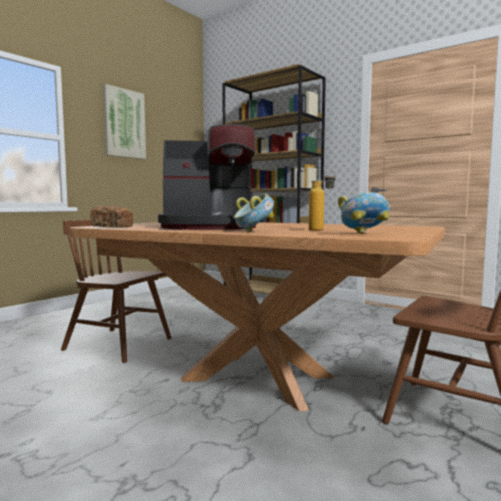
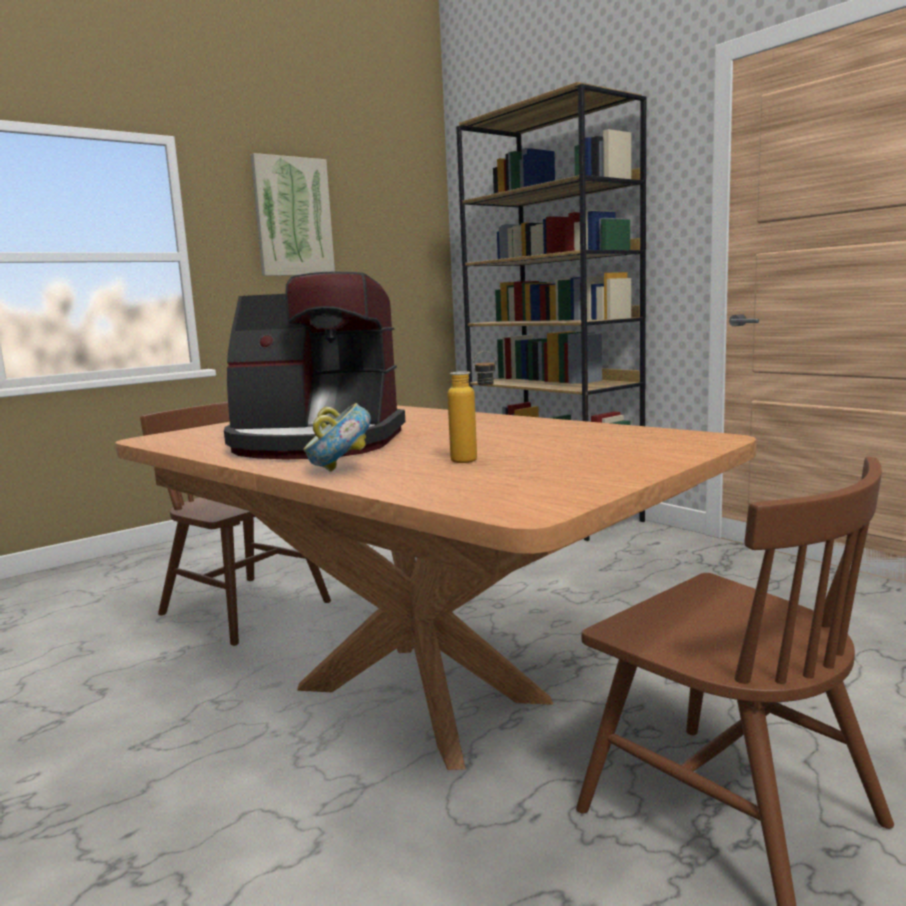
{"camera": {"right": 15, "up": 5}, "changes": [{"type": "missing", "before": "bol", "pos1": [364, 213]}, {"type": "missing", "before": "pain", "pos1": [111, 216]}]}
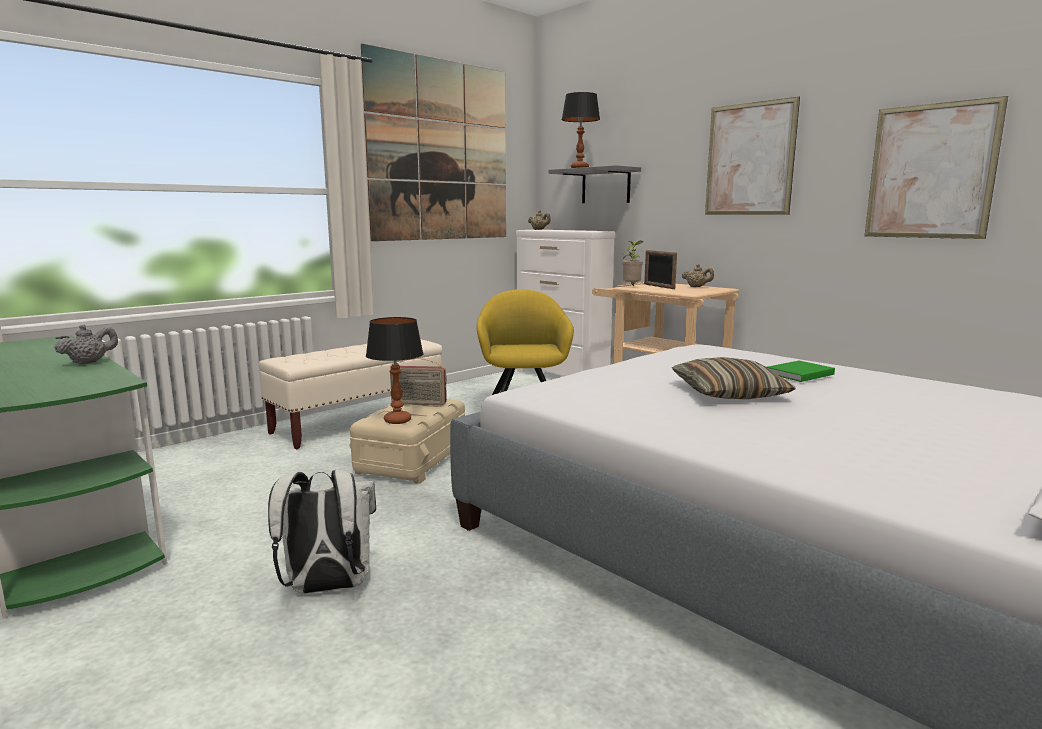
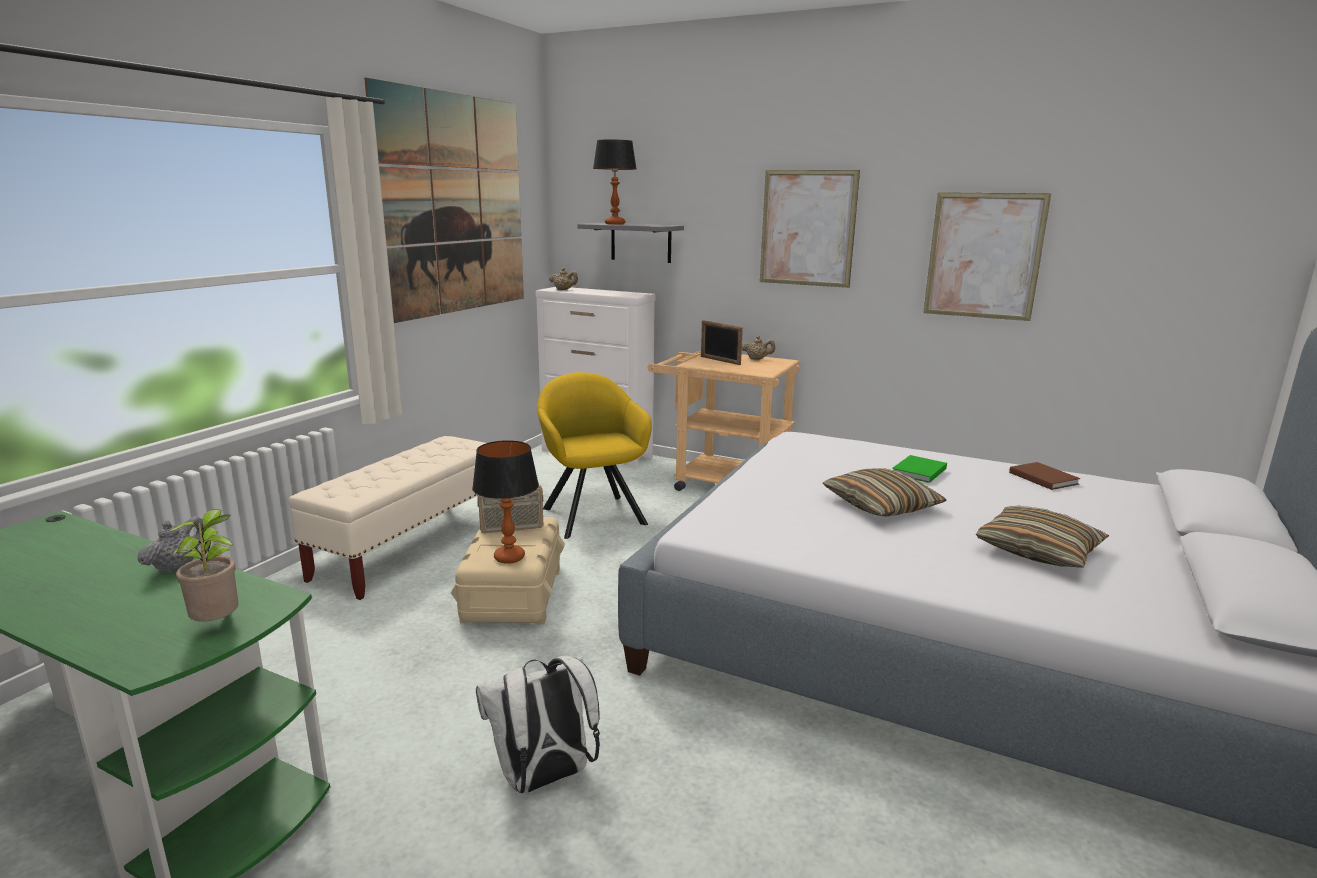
{"camera": {"right": -20, "up": 5}, "changes": [{"type": "relocated", "before": "plante en pot", "pos1": [633, 263], "pos2": [203, 565]}, {"type": "appeared", "after": "livre [marron]", "pos2": [1044, 476]}, {"type": "appeared", "after": "coussin", "pos2": [1042, 537]}]}
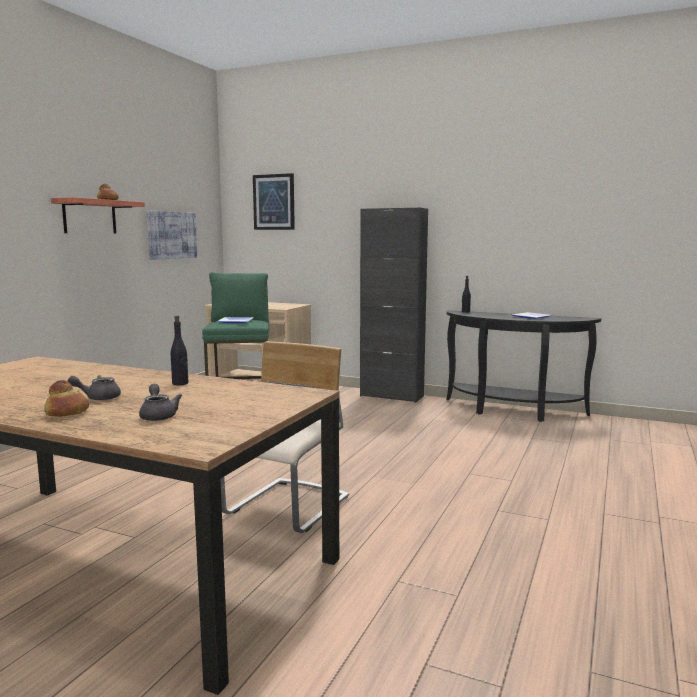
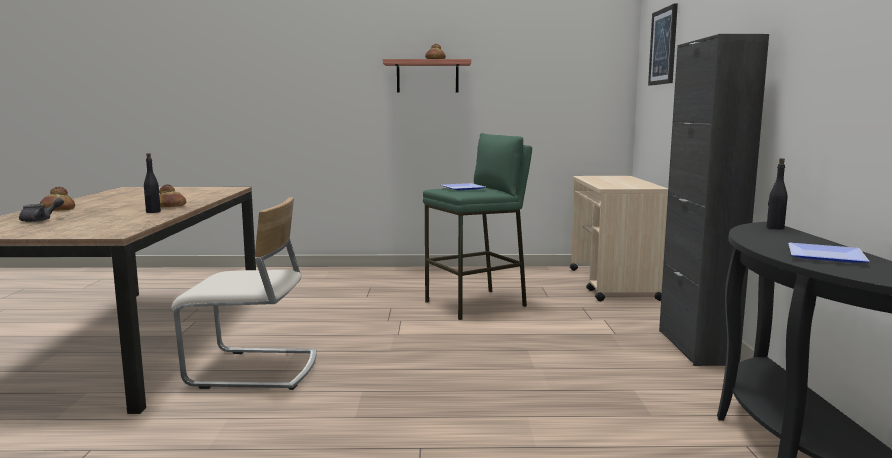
{"camera": {"right": 65, "up": 0}, "changes": [{"type": "missing", "before": "tableau", "pos1": [172, 235]}, {"type": "missing", "before": "théière [gris]", "pos1": [94, 387]}, {"type": "appeared", "after": "pain", "pos2": [172, 195]}]}
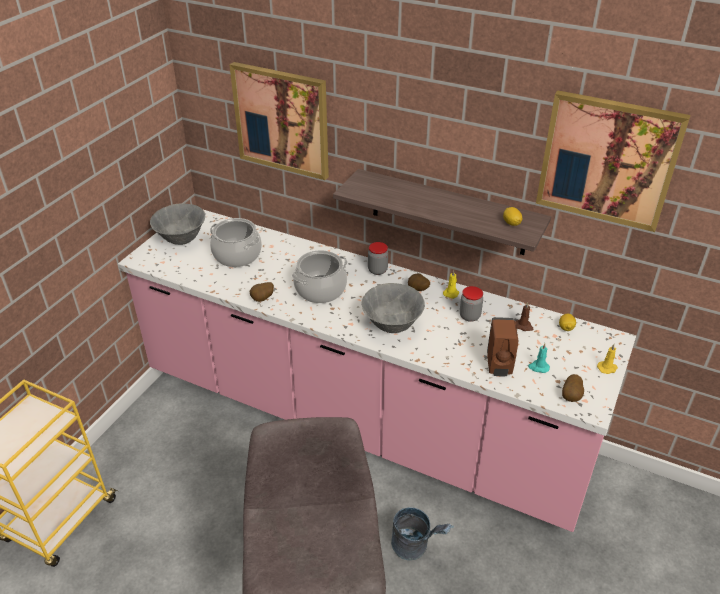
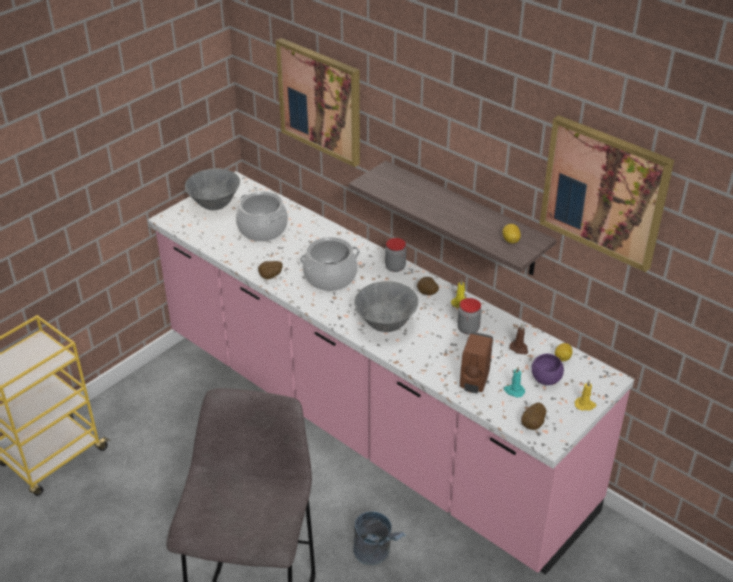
{"camera": {"right": 15, "up": 0}, "changes": [{"type": "appeared", "after": "bol [violet]", "pos2": [547, 369]}]}
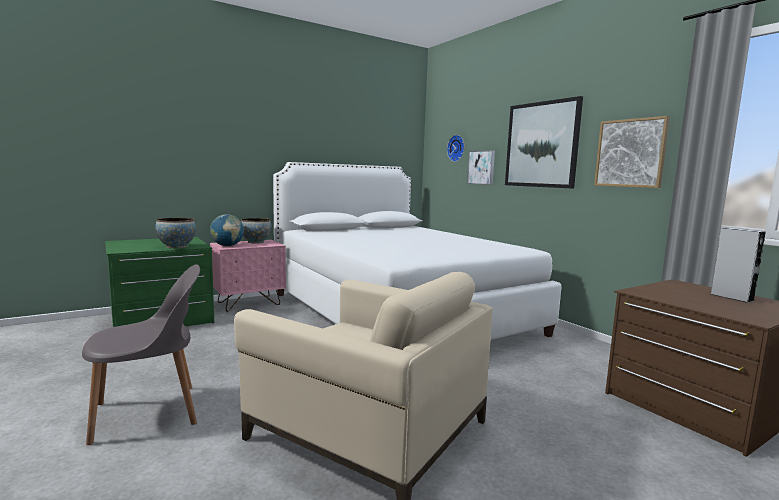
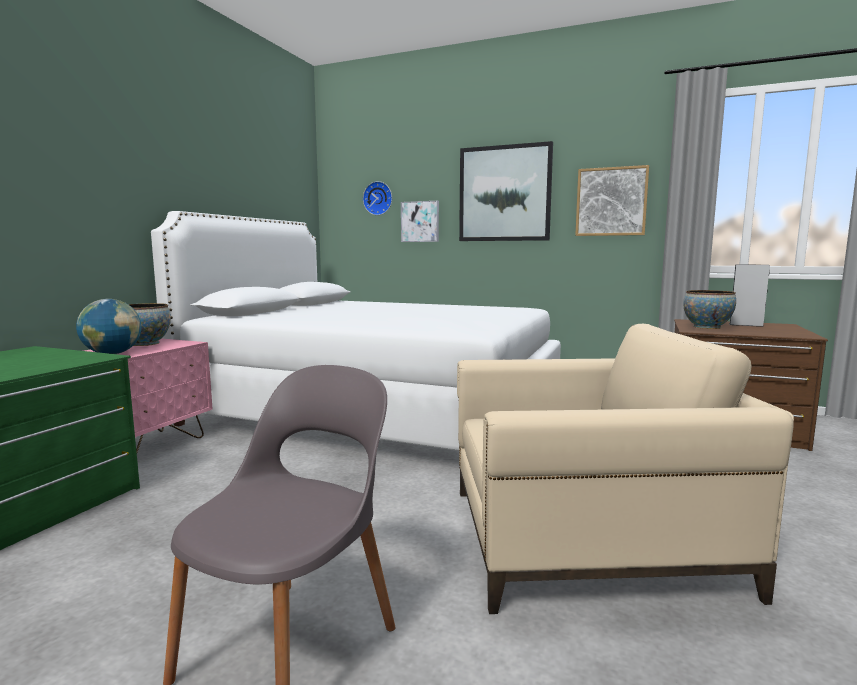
{"camera": {"right": -35, "up": 0}, "changes": [{"type": "relocated", "before": "bol", "pos1": [176, 233], "pos2": [709, 309]}]}
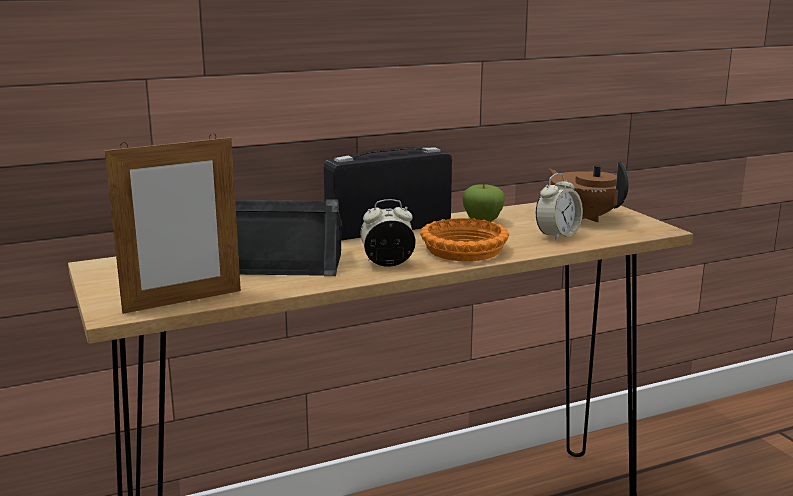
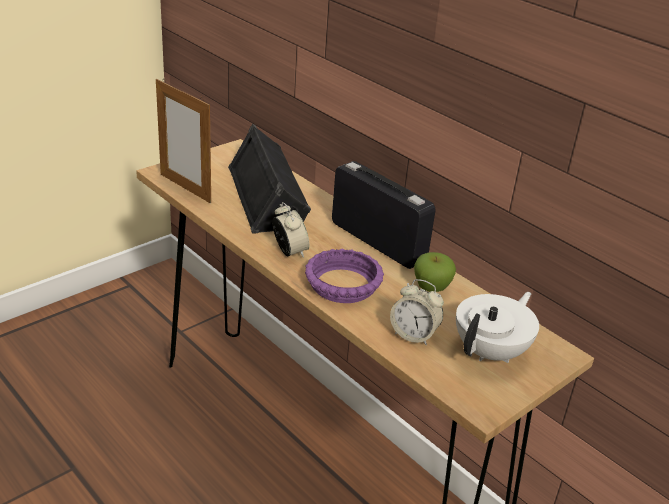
{"camera": {"right": 70, "up": 15}, "changes": [{"type": "colour", "before": "théière [marron]", "after": "théière [blanc]", "pos1": [589, 191], "pos2": [497, 327]}, {"type": "colour", "before": "bol [orange]", "after": "bol [violet]", "pos1": [464, 239], "pos2": [344, 276]}]}
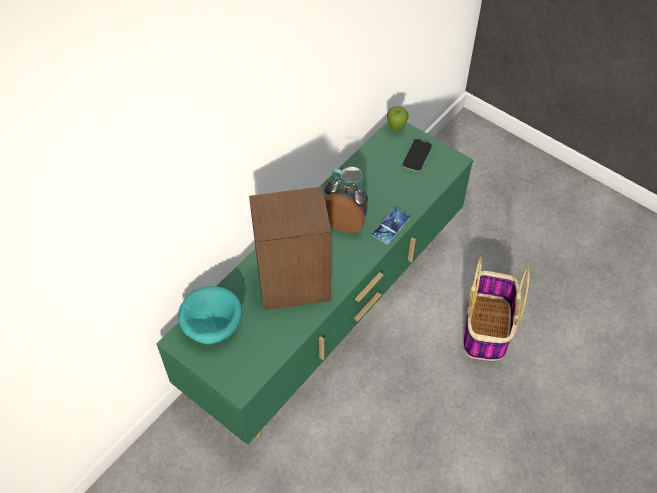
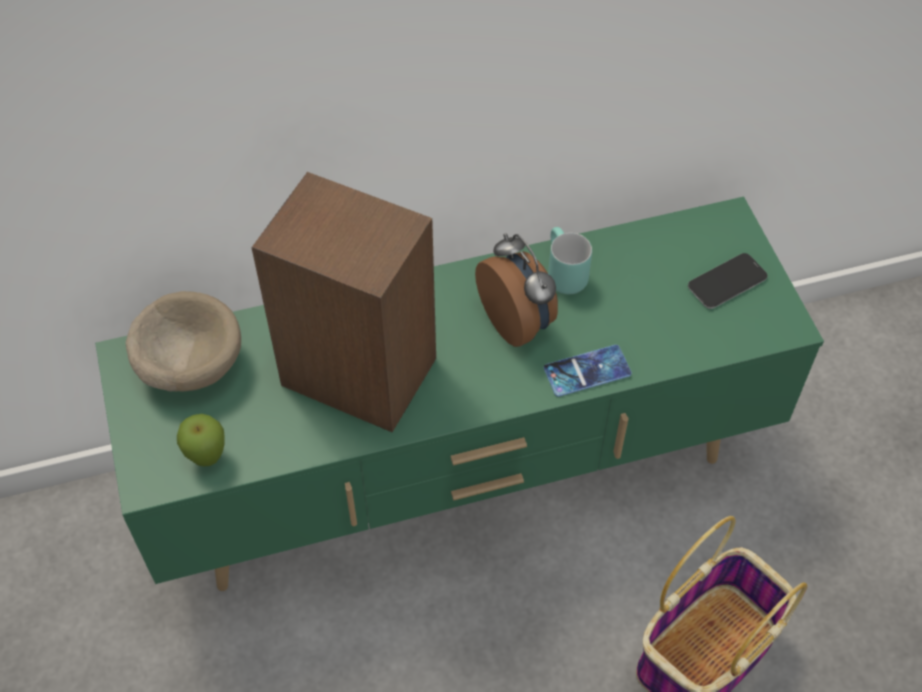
{"camera": {"right": 35, "up": 0}, "changes": [{"type": "relocated", "before": "pomme", "pos1": [398, 119], "pos2": [201, 440]}, {"type": "colour", "before": "bol [turquoise]", "after": "bol [beige]", "pos1": [210, 315], "pos2": [183, 341]}]}
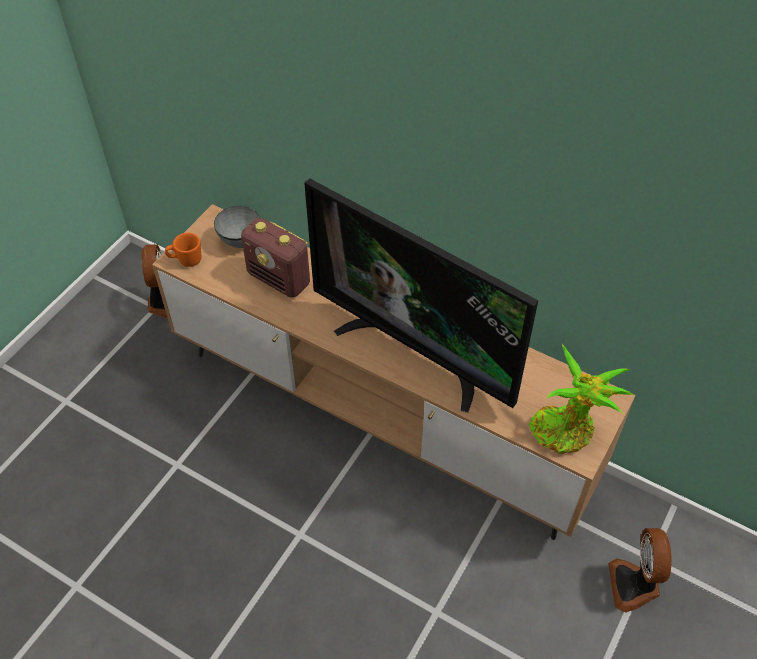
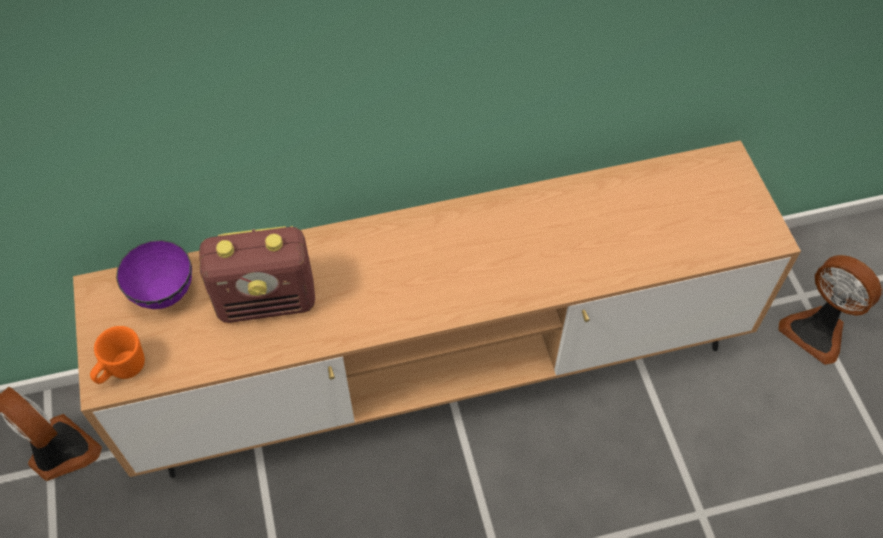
{"camera": {"right": -45, "up": 5}, "changes": [{"type": "missing", "before": "téléviseur", "pos1": [421, 295]}, {"type": "colour", "before": "bol [gris]", "after": "bol [violet]", "pos1": [237, 227], "pos2": [154, 274]}, {"type": "missing", "before": "plante en pot", "pos1": [581, 399]}]}
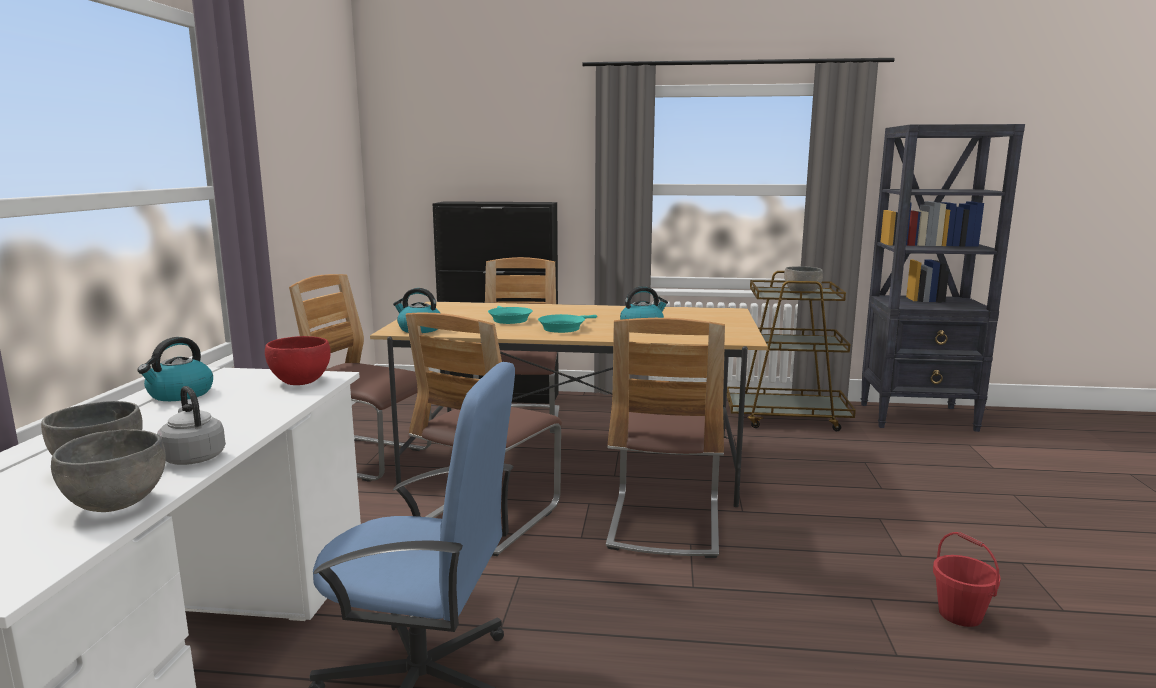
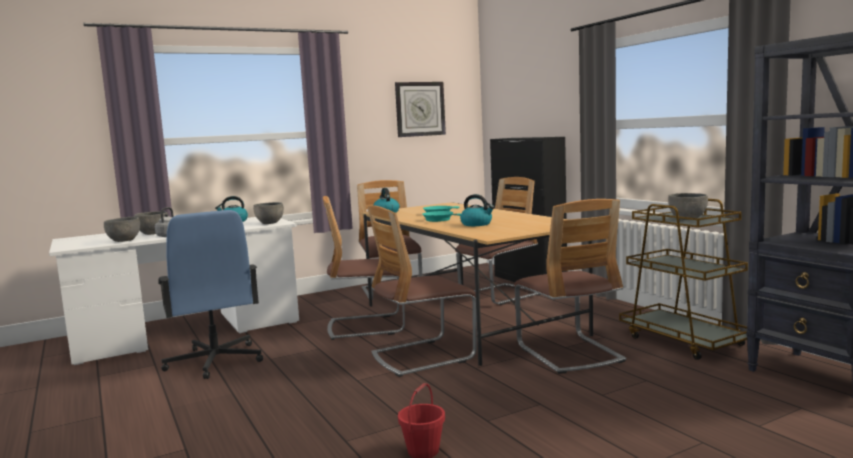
{"camera": {"right": 55, "up": -5}, "changes": [{"type": "colour", "before": "bol [rouge]", "after": "bol [gris]", "pos1": [298, 360], "pos2": [268, 213]}, {"type": "appeared", "after": "horloge murale", "pos2": [420, 109]}, {"type": "appeared", "after": "chaise", "pos2": [570, 286]}]}
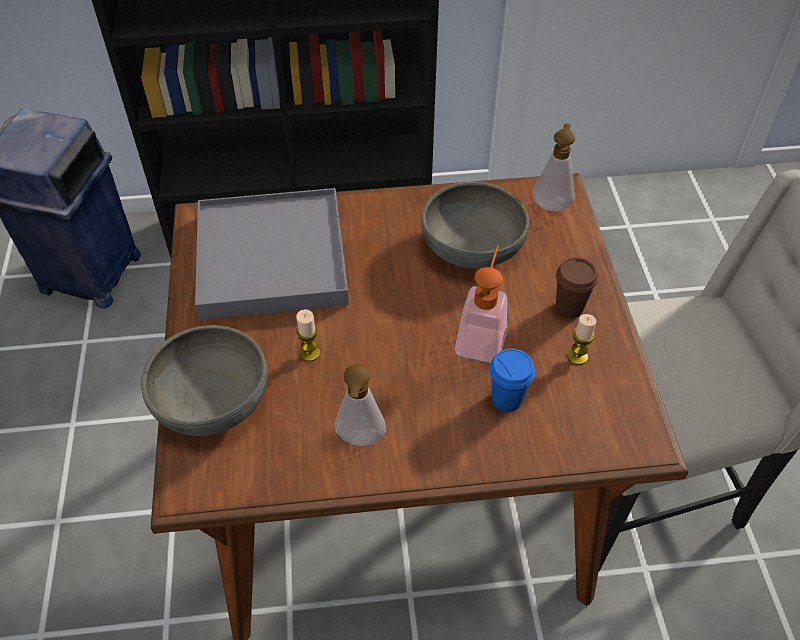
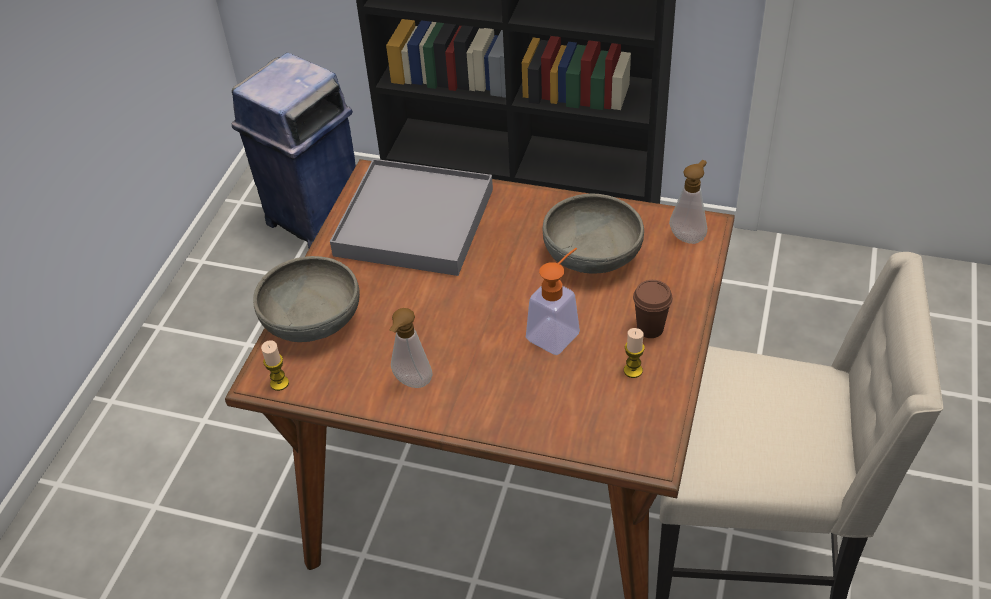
{"camera": {"right": 25, "up": -5}, "changes": [{"type": "relocated", "before": "bougie", "pos1": [308, 335], "pos2": [275, 365]}, {"type": "missing", "before": "tasse [bleu]", "pos1": [512, 380]}]}
